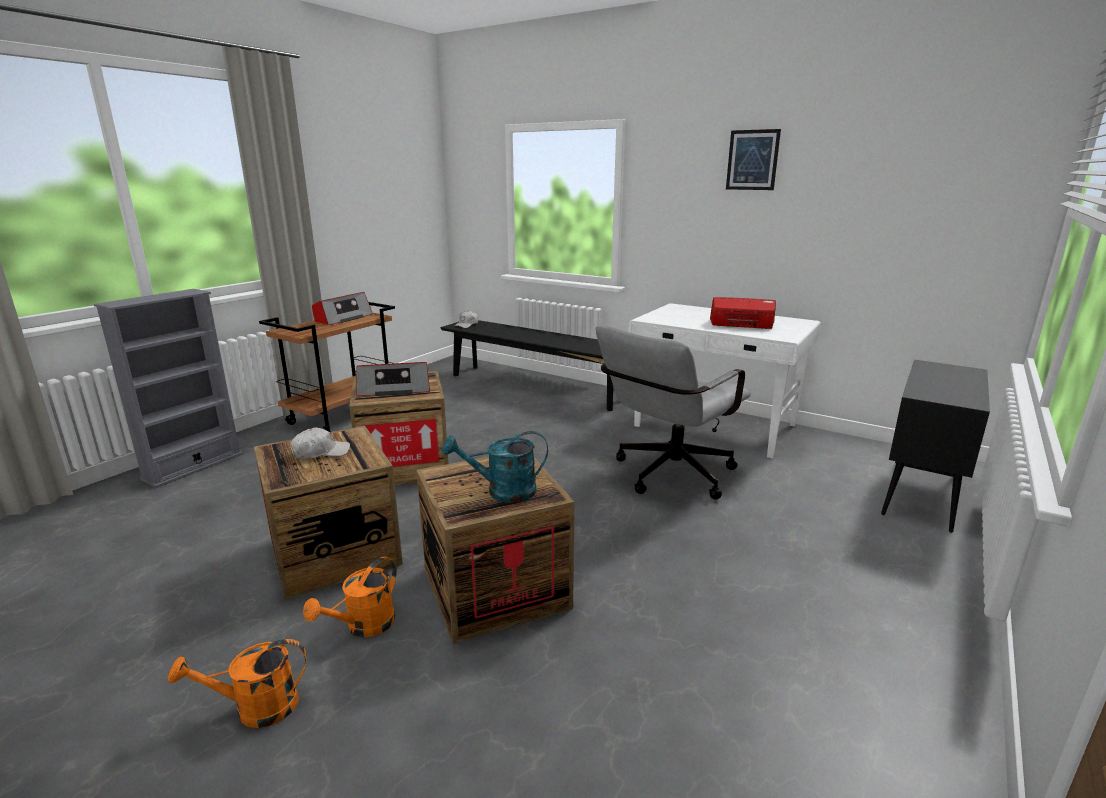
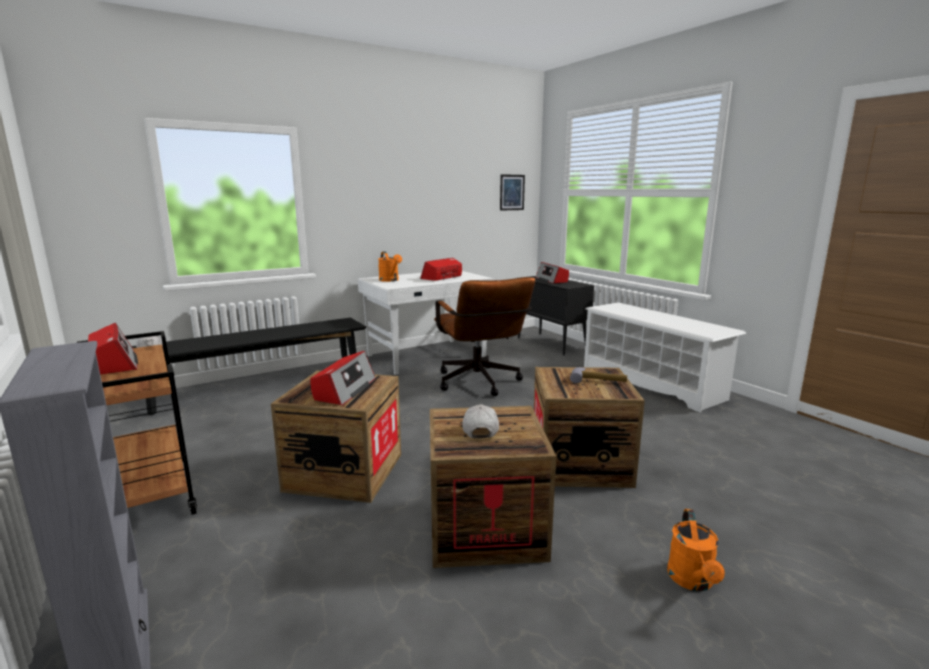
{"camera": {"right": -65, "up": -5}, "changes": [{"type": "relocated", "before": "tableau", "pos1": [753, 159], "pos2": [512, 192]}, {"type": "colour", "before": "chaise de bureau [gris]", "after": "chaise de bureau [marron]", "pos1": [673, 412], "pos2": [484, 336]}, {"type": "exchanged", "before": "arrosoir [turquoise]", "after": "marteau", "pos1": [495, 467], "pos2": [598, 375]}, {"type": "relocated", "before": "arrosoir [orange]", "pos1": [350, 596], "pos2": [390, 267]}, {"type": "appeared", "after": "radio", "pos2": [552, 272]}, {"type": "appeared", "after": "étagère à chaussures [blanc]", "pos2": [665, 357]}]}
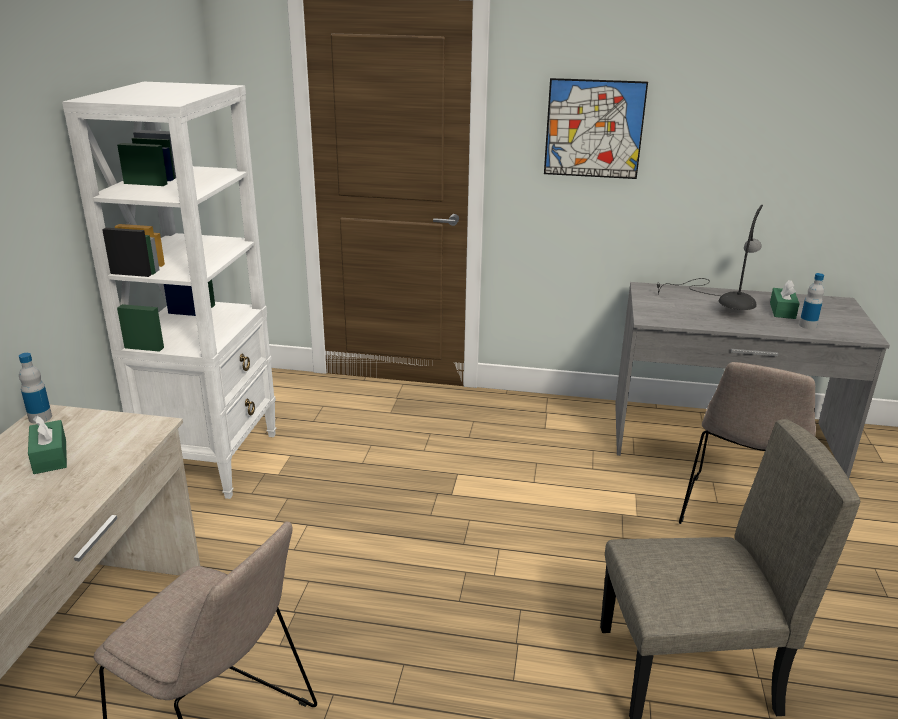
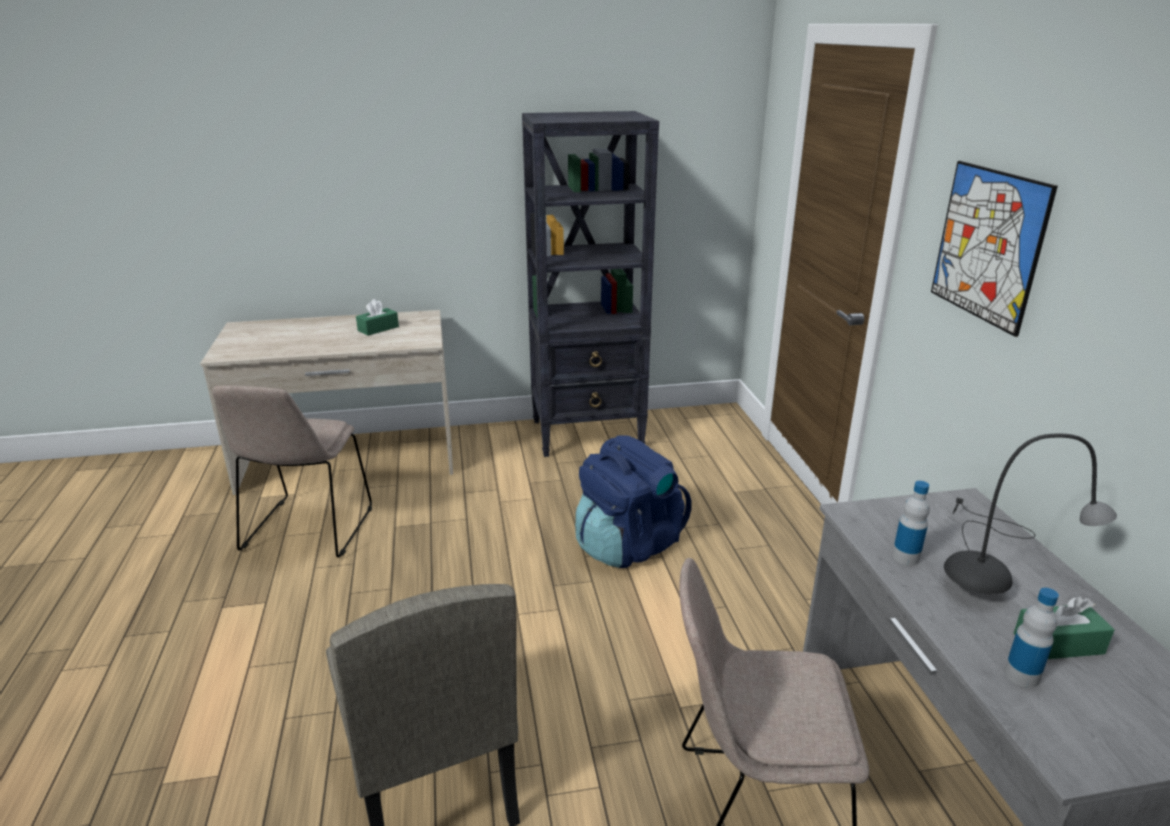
{"camera": {"right": 70, "up": 0}, "changes": [{"type": "colour", "before": "bibliothèque [blanc]", "after": "bibliothèque [noir]", "pos1": [169, 290], "pos2": [590, 284]}, {"type": "relocated", "before": "bouteille", "pos1": [35, 388], "pos2": [911, 523]}, {"type": "appeared", "after": "sac à dos [bleu]", "pos2": [633, 501]}]}
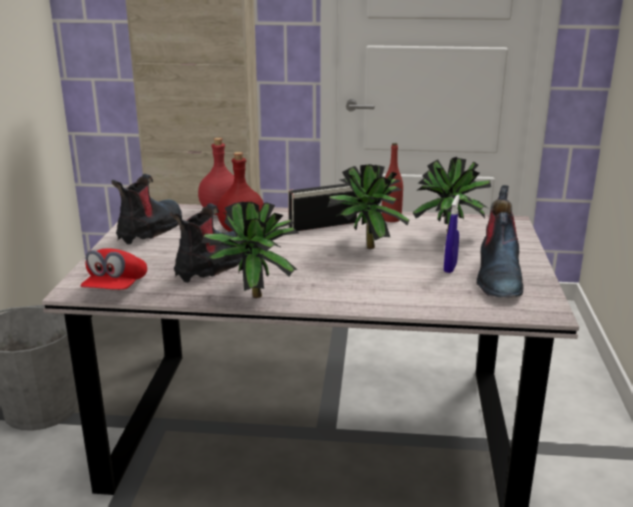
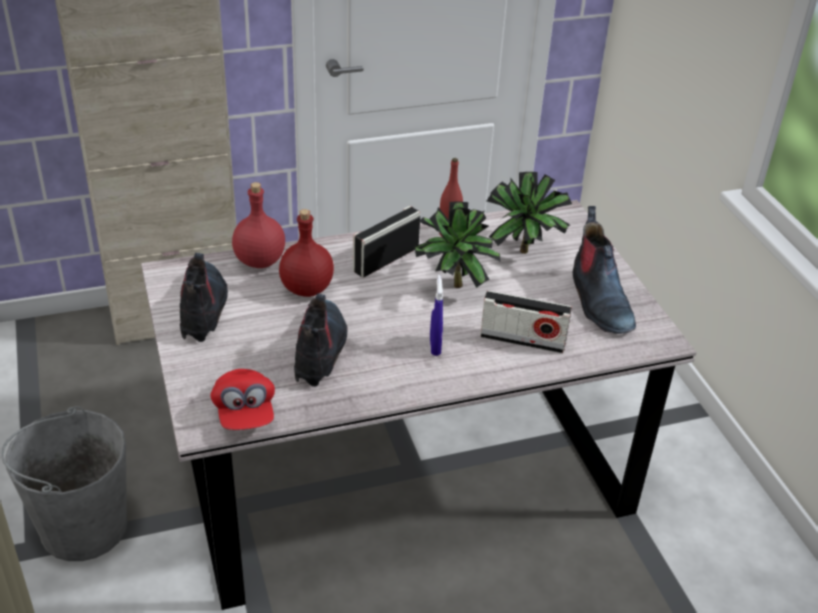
{"camera": {"right": -25, "up": 15}, "changes": [{"type": "relocated", "before": "vaporisateur [bleu]", "pos1": [452, 233], "pos2": [436, 315]}, {"type": "missing", "before": "plante en pot", "pos1": [250, 249]}, {"type": "appeared", "after": "radio", "pos2": [526, 321]}]}
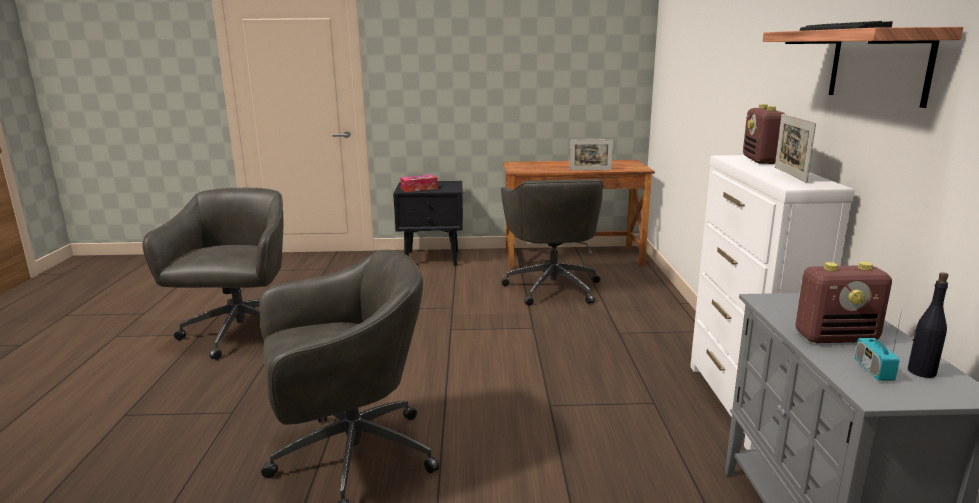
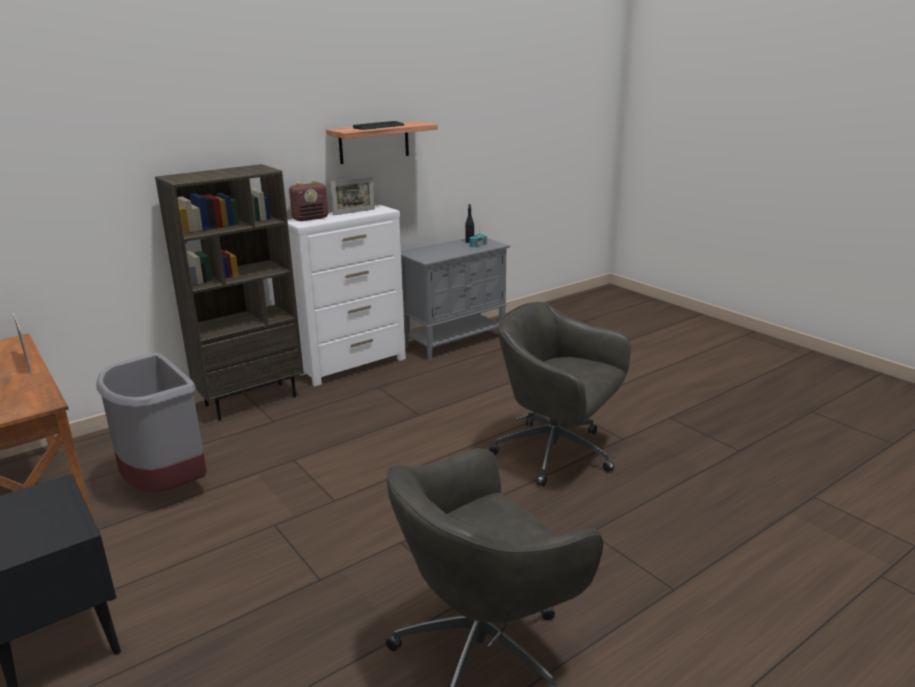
{"camera": {"right": -125, "up": 5}, "changes": [{"type": "missing", "before": "boîte à mouchoirs", "pos1": [419, 183]}, {"type": "exchanged", "before": "chaise de bureau [gris]", "after": "poubelle [gris]", "pos1": [552, 242], "pos2": [151, 422]}, {"type": "missing", "before": "radio", "pos1": [843, 302]}, {"type": "appeared", "after": "bibliothèque [marron]", "pos2": [229, 292]}]}
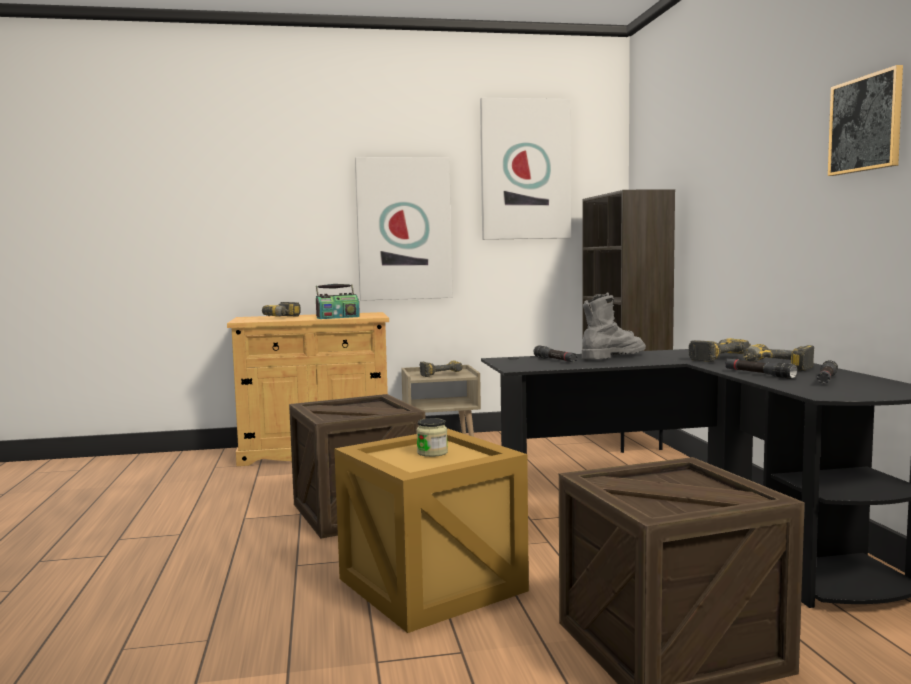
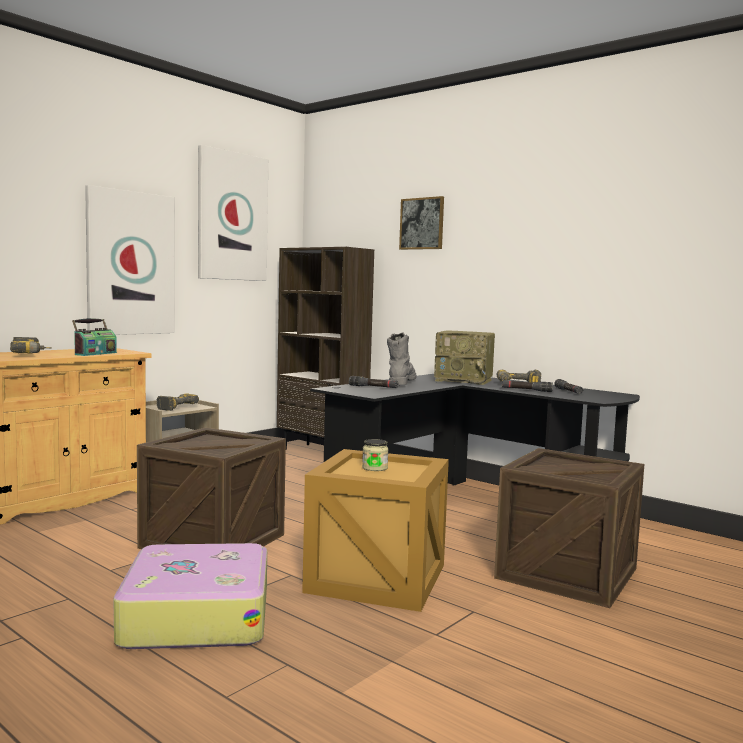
{"camera": {"right": -40, "up": 0}, "changes": [{"type": "relocated", "before": "tableau", "pos1": [865, 120], "pos2": [421, 223]}, {"type": "exchanged", "before": "perceuse", "after": "radio", "pos1": [720, 350], "pos2": [464, 357]}, {"type": "appeared", "after": "valise", "pos2": [190, 596]}]}
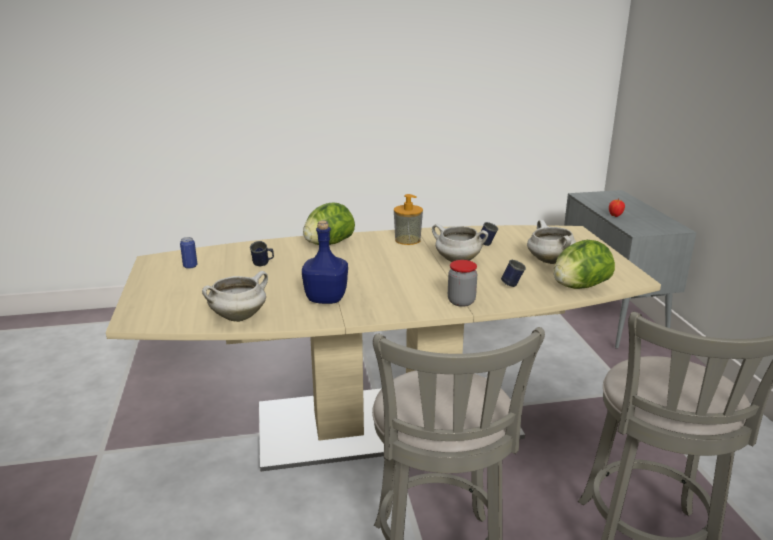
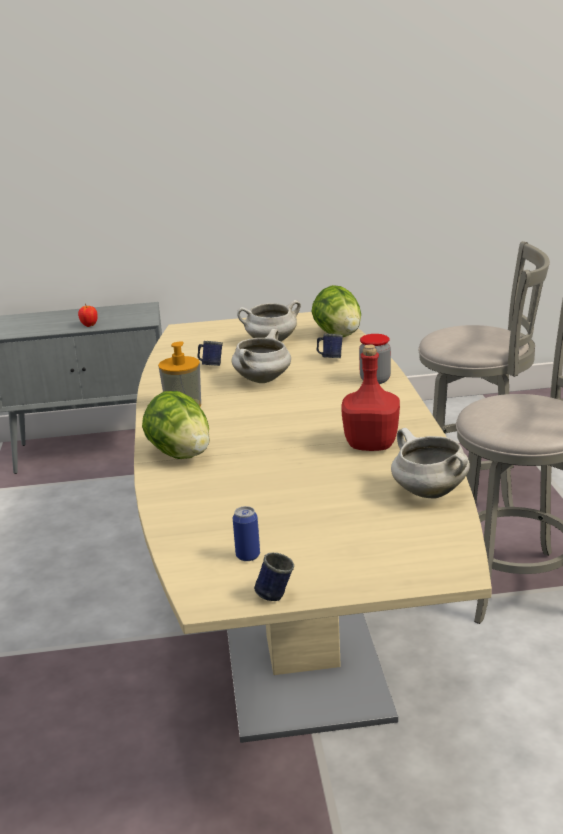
{"camera": {"right": -85, "up": 0}, "changes": [{"type": "colour", "before": "bouteille [bleu]", "after": "bouteille [rouge]", "pos1": [325, 262], "pos2": [371, 397]}, {"type": "relocated", "before": "mug [bleu]", "pos1": [262, 254], "pos2": [274, 576]}]}
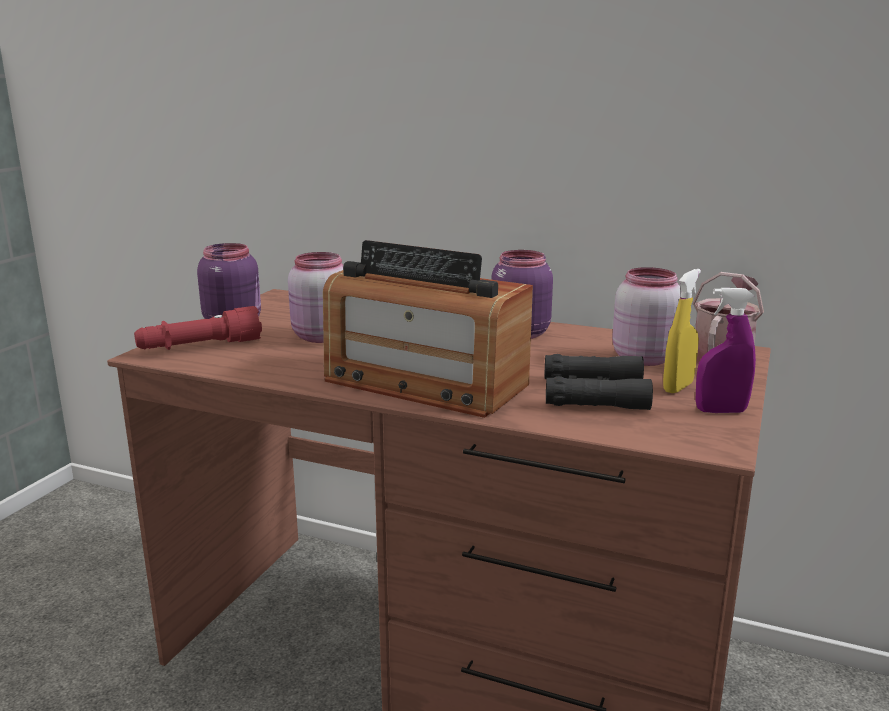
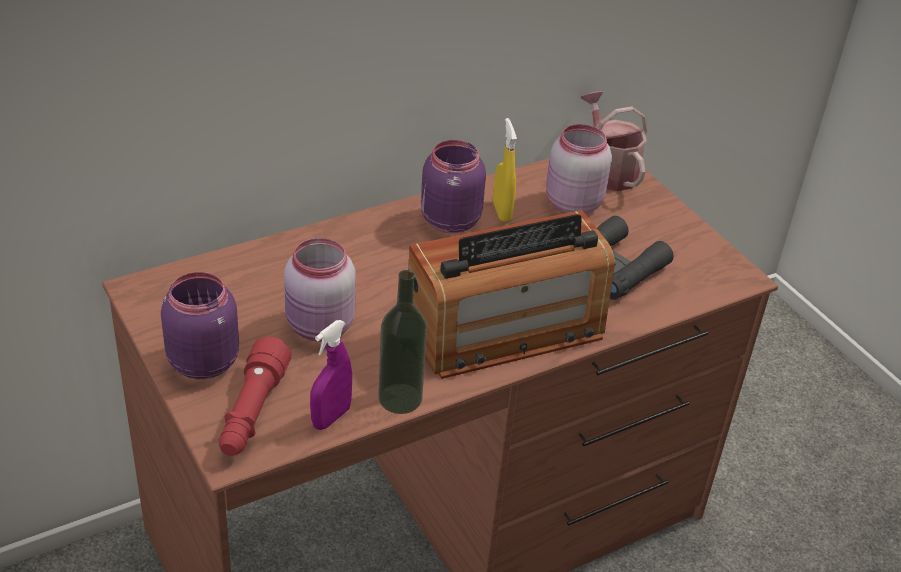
{"camera": {"right": -55, "up": 20}, "changes": [{"type": "relocated", "before": "vaporisateur [jaune]", "pos1": [682, 331], "pos2": [505, 170]}, {"type": "relocated", "before": "vaporisateur [violet]", "pos1": [725, 350], "pos2": [331, 375]}, {"type": "appeared", "after": "bouteille", "pos2": [402, 342]}]}
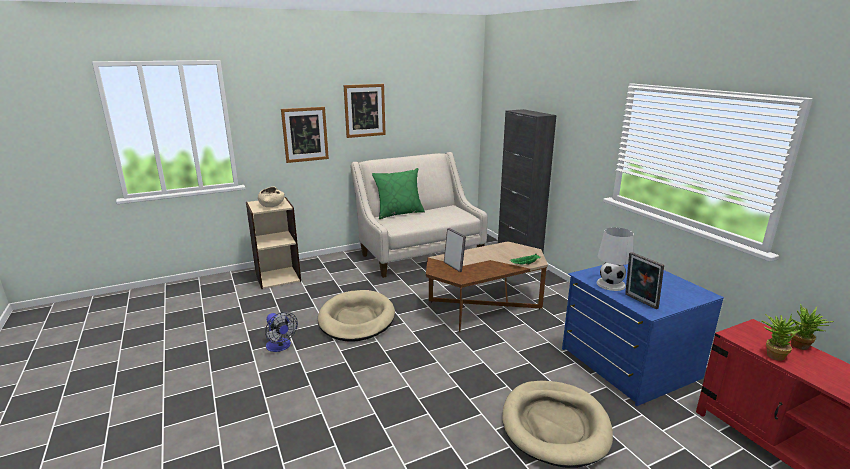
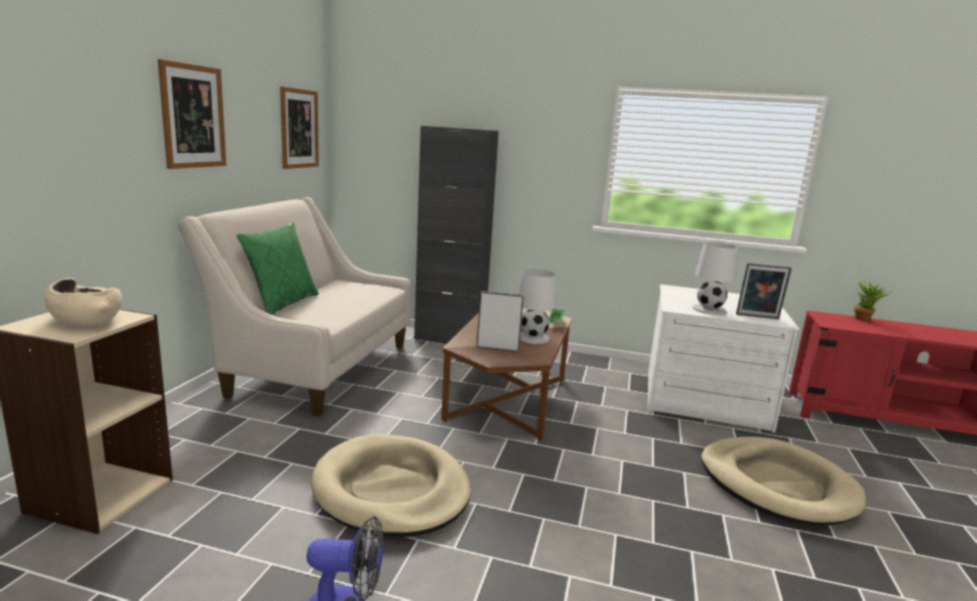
{"camera": {"right": -50, "up": -5}, "changes": [{"type": "relocated", "before": "tableau", "pos1": [305, 135], "pos2": [299, 127]}, {"type": "colour", "before": "commode [bleu]", "after": "commode [blanc]", "pos1": [643, 335], "pos2": [724, 358]}, {"type": "missing", "before": "plante en pot", "pos1": [781, 337]}, {"type": "appeared", "after": "lampe de table [blanc]", "pos2": [537, 306]}]}
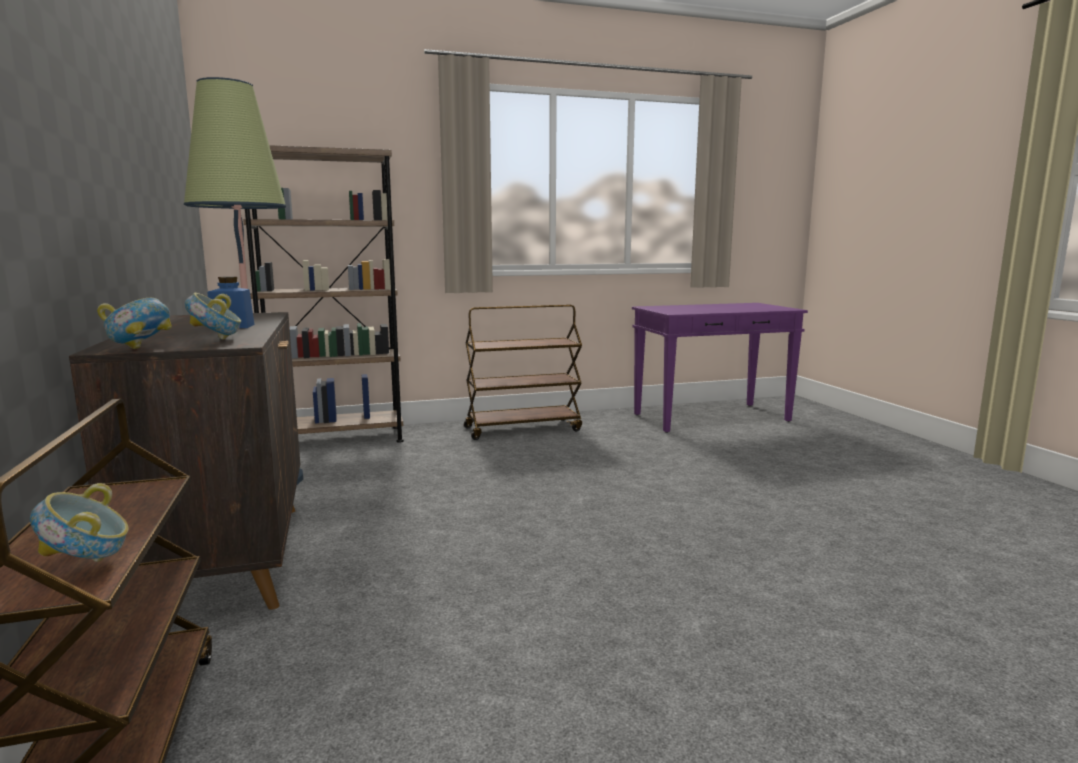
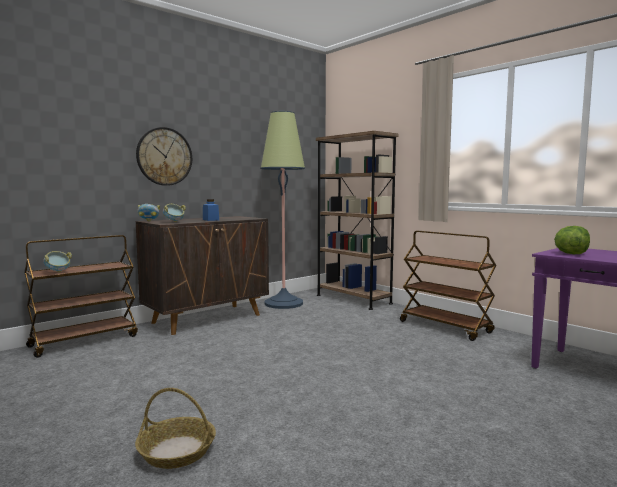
{"camera": {"right": 65, "up": -5}, "changes": [{"type": "appeared", "after": "horloge murale", "pos2": [164, 156]}, {"type": "appeared", "after": "laitue", "pos2": [572, 240]}, {"type": "appeared", "after": "panier", "pos2": [175, 428]}]}
